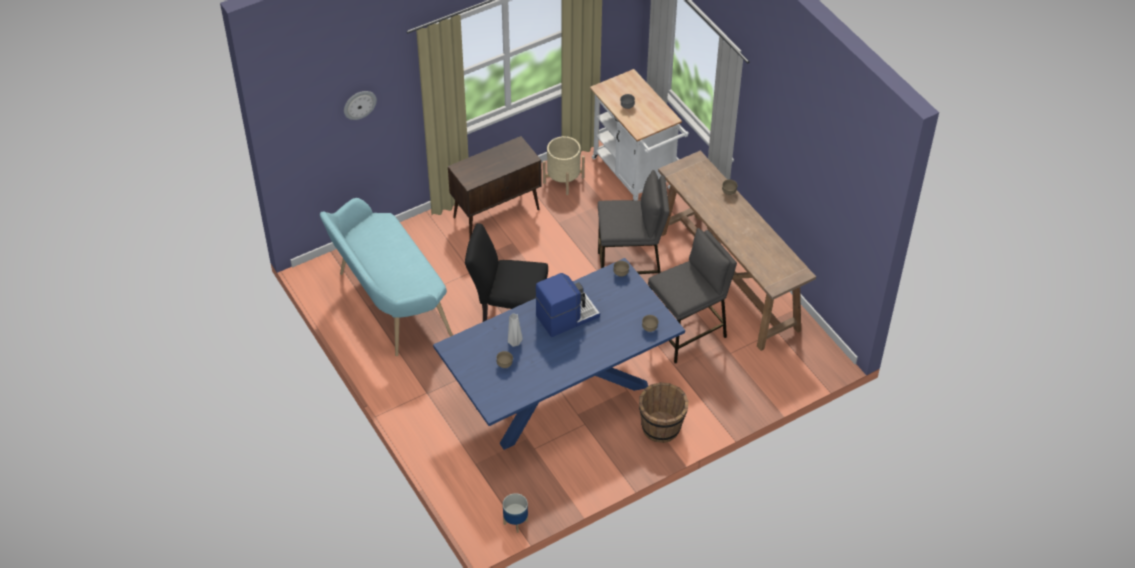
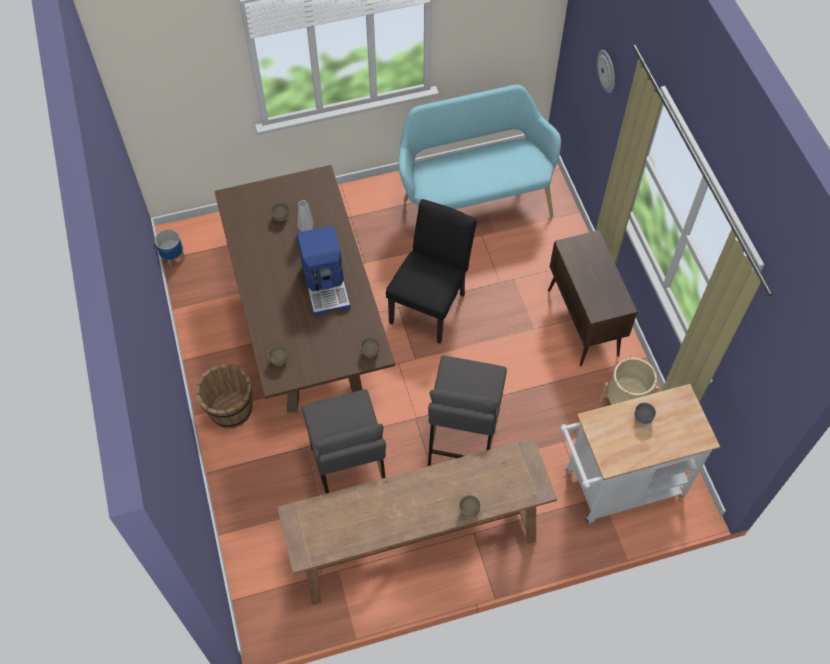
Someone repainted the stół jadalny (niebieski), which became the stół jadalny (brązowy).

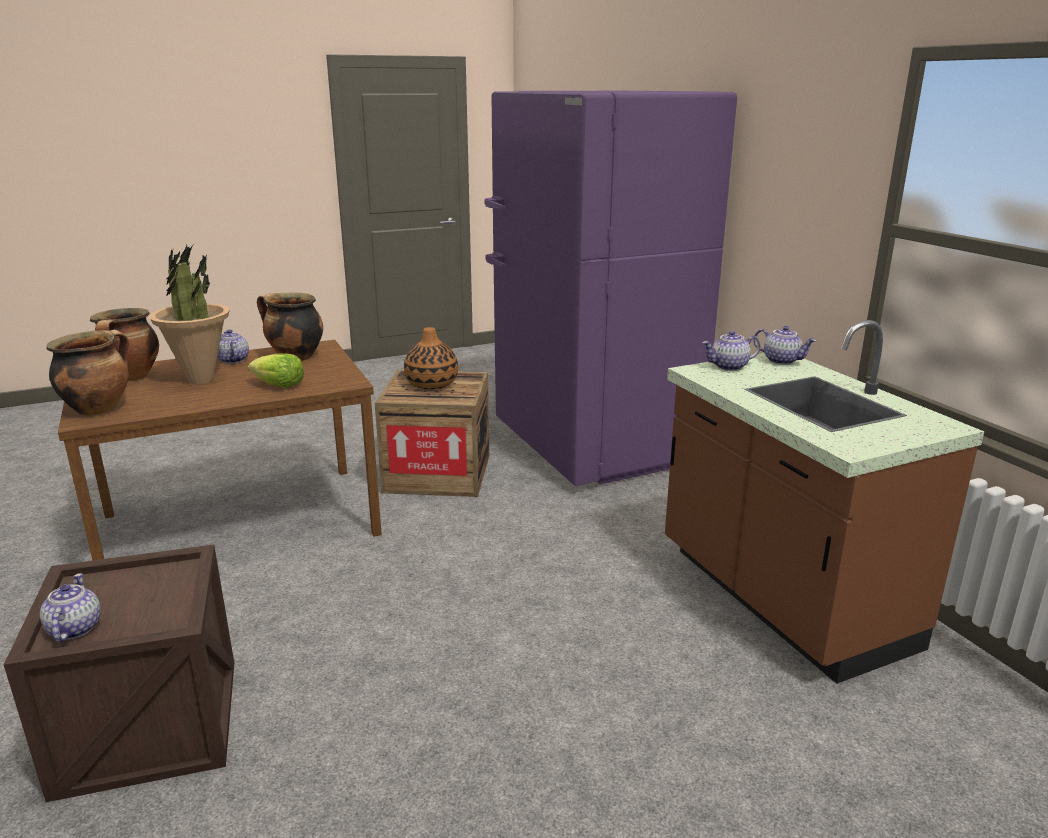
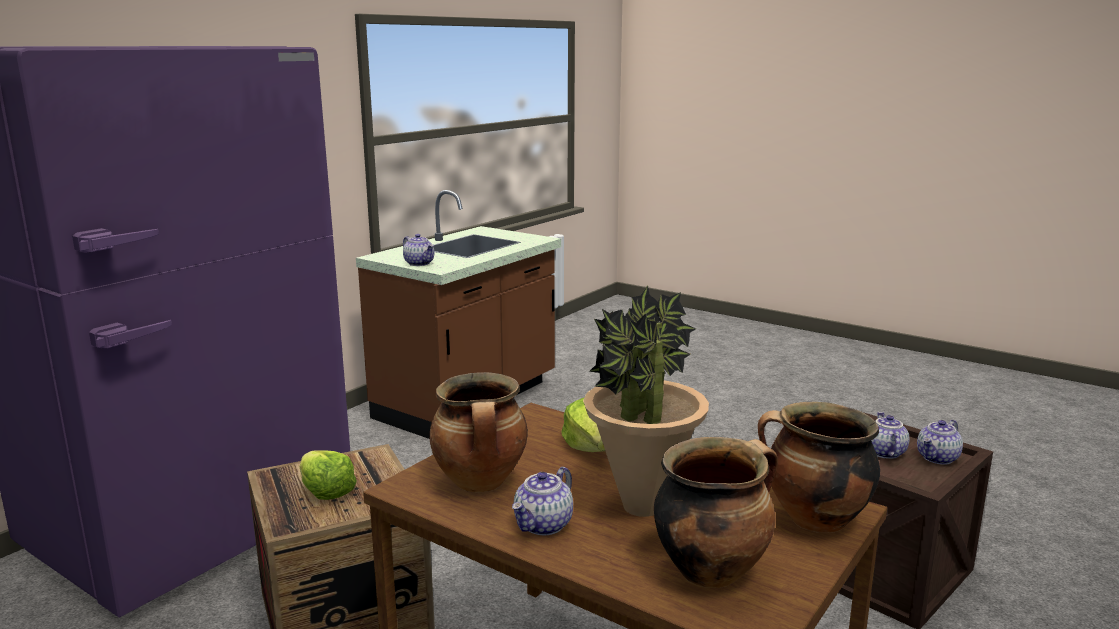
Someone carried the imbryk (no. 4 from left in the first image).
Someone swapped the wazon for the sałata (no. 1 from left).

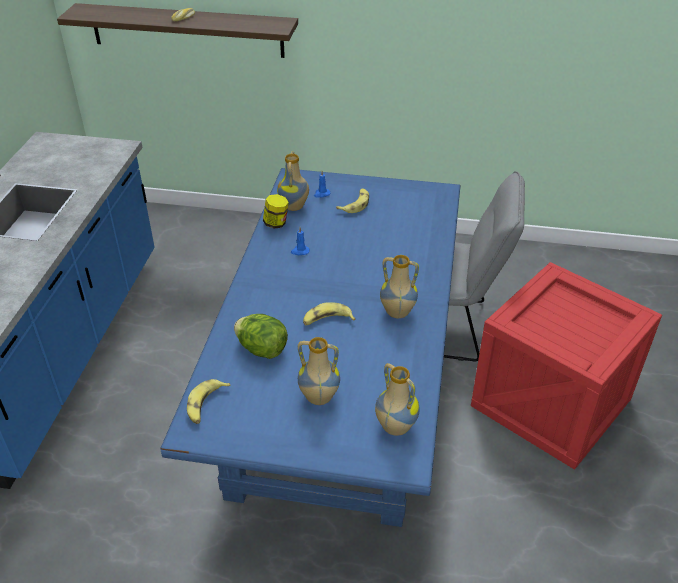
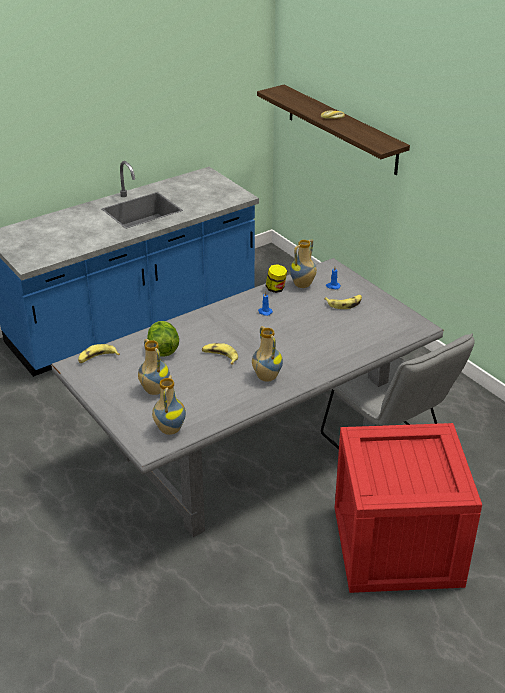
Someone repainted the stół jadalny (niebieski), which became the stół jadalny (szary).

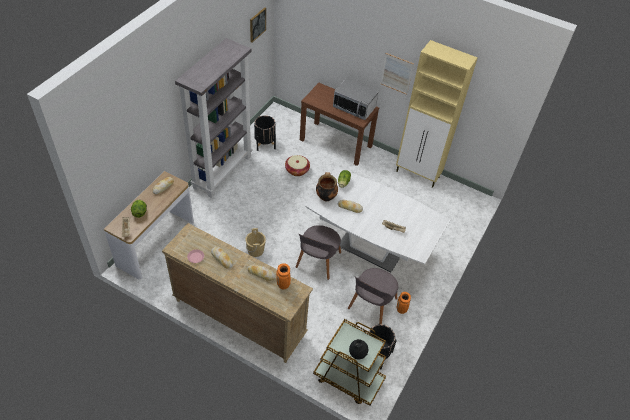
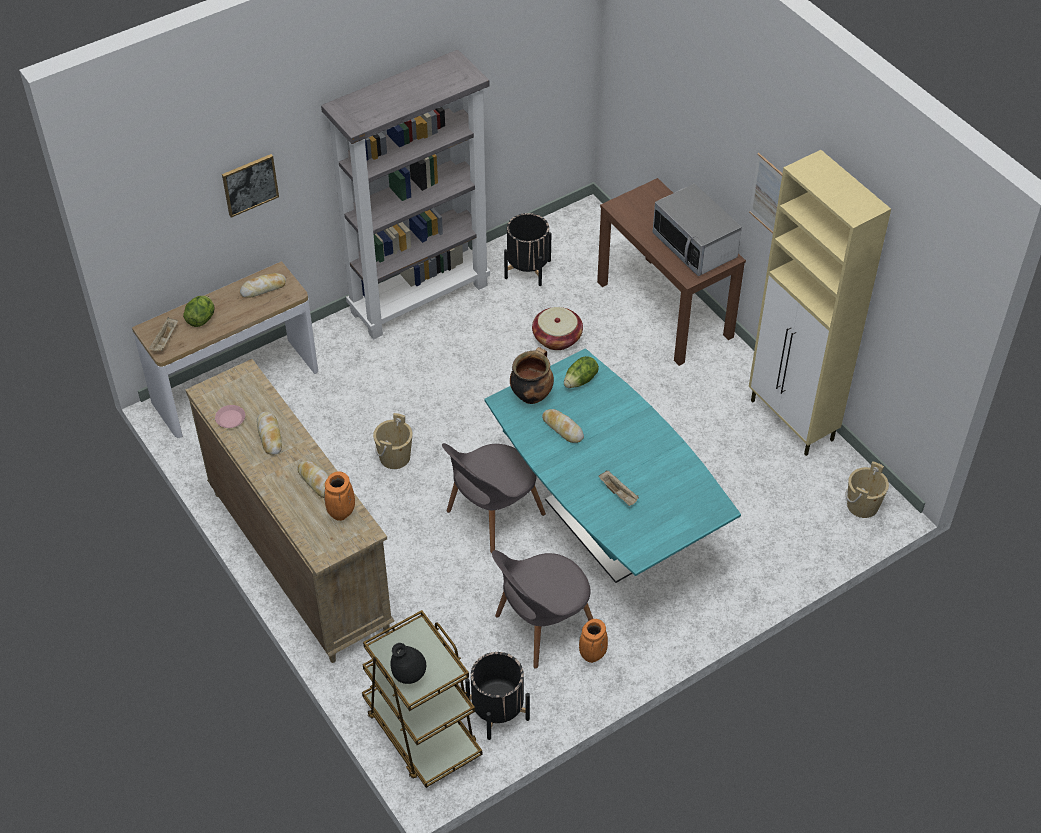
Someone carried the obraz (no. 1 from left).
Someone repainted the stół jadalny (biały), which became the stół jadalny (turkusowy).
Someone put down the wiadro (beżowy) (no. 2 from left).

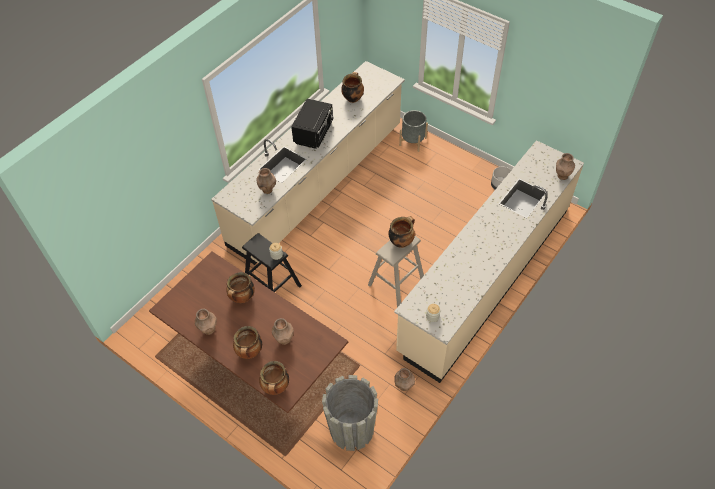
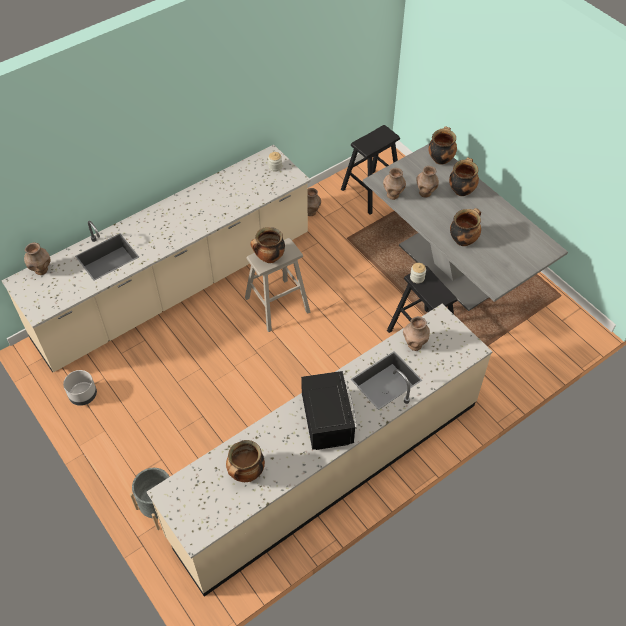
Someone rotated the mikrofalówka (czarny) by 135 degrees clockwise.
Someone repainted the stół jadalny (brązowy), which became the stół jadalny (szary).
Someone carried the wazon (brązowy) (no. 1 from left in the first image).
Someone swapped the donica (szary) (no. 1 from left) for the stołek (czarny) (no. 1 from left).

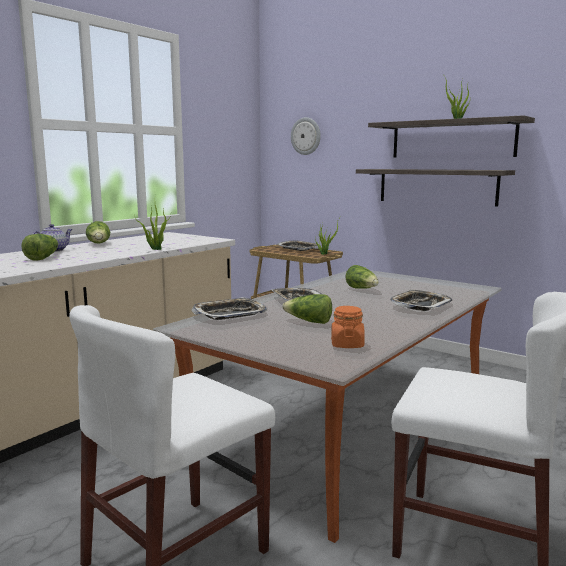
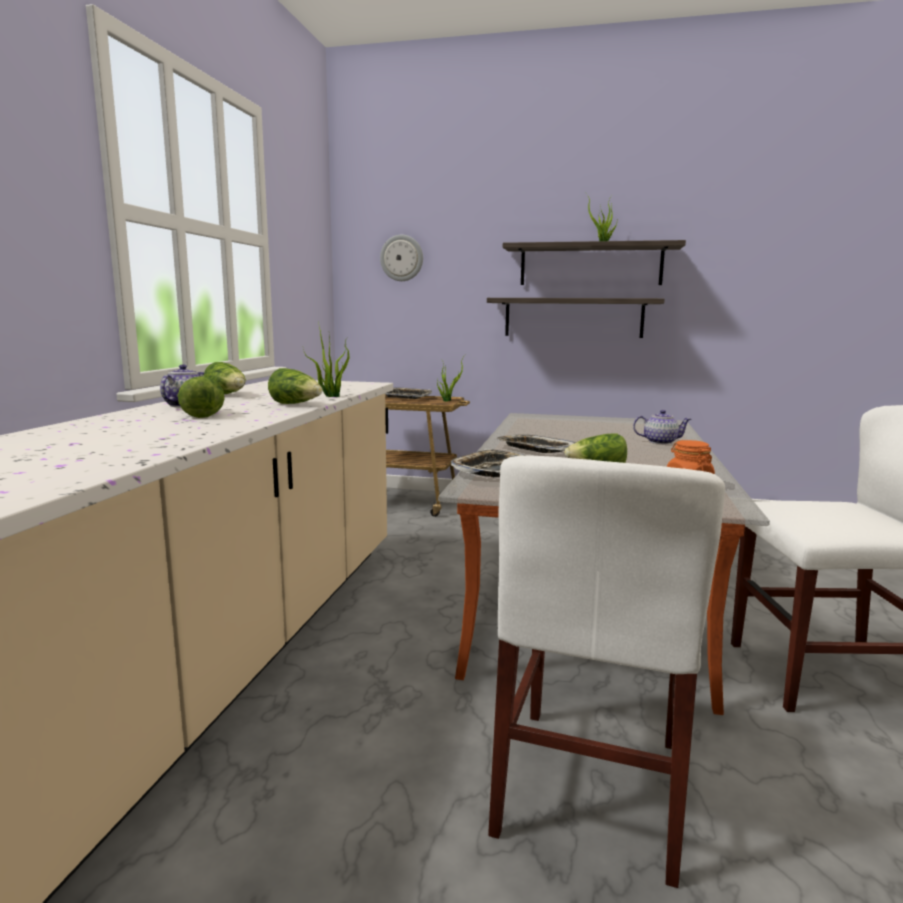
Someone carried the sałata (no. 4 from left in the first image).
Someone swapped the taca (no. 4 from left) for the imbryk (no. 2 from left).

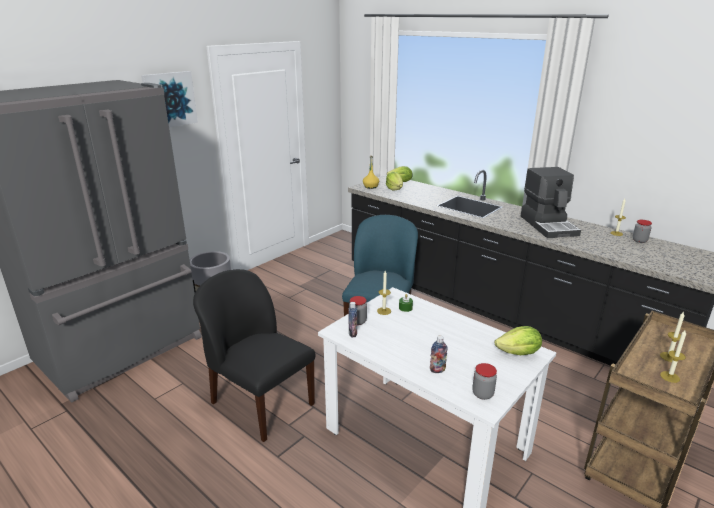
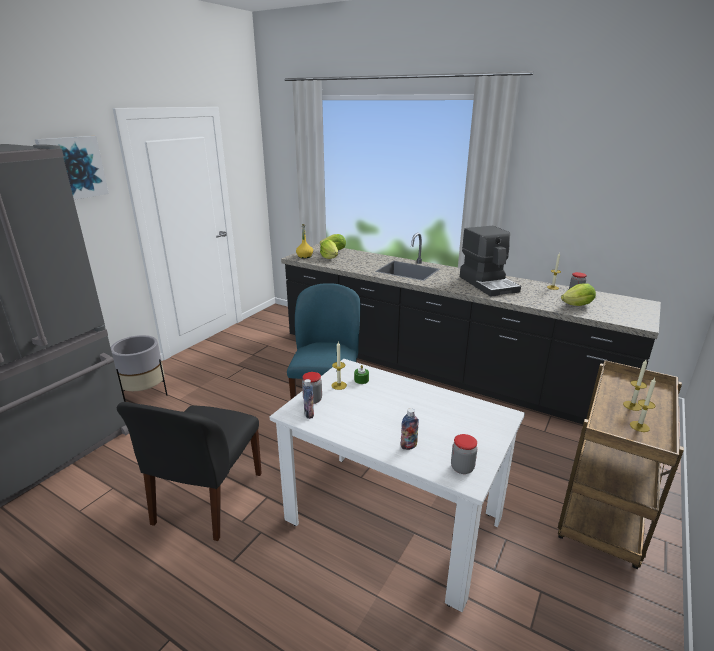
Someone rotated the krzesło (czarny) by 105 degrees counterclockwise.
Someone carried the sałata (no. 3 from left).

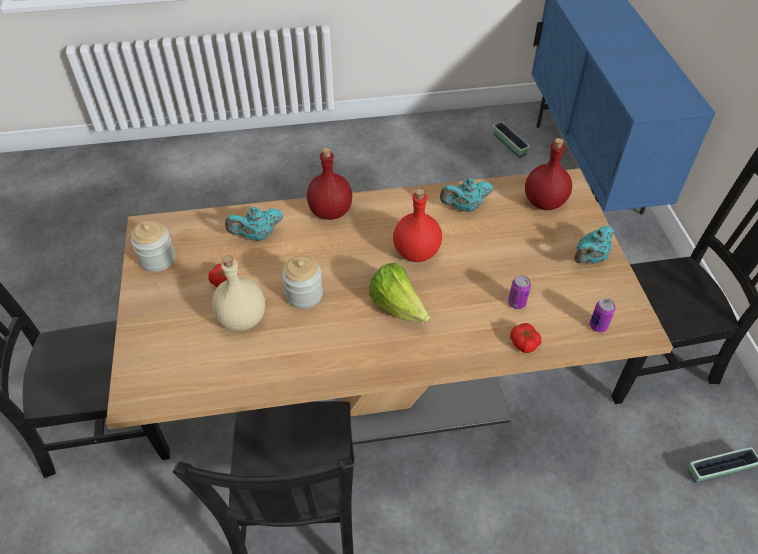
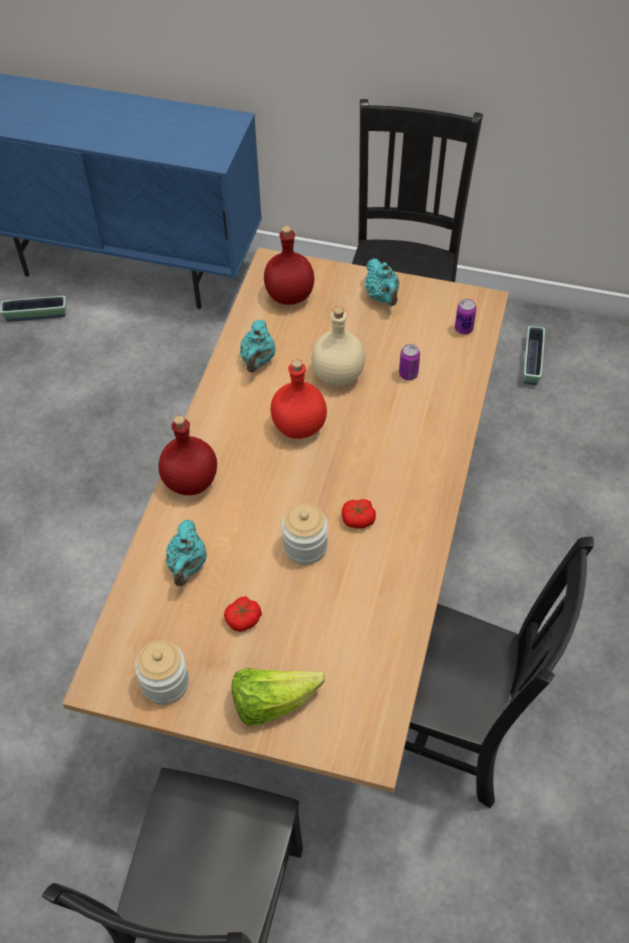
Someone carried the butelka (beżowy).
Someone carried the sałata.
Someone carried the pomidor (no. 2 from left).

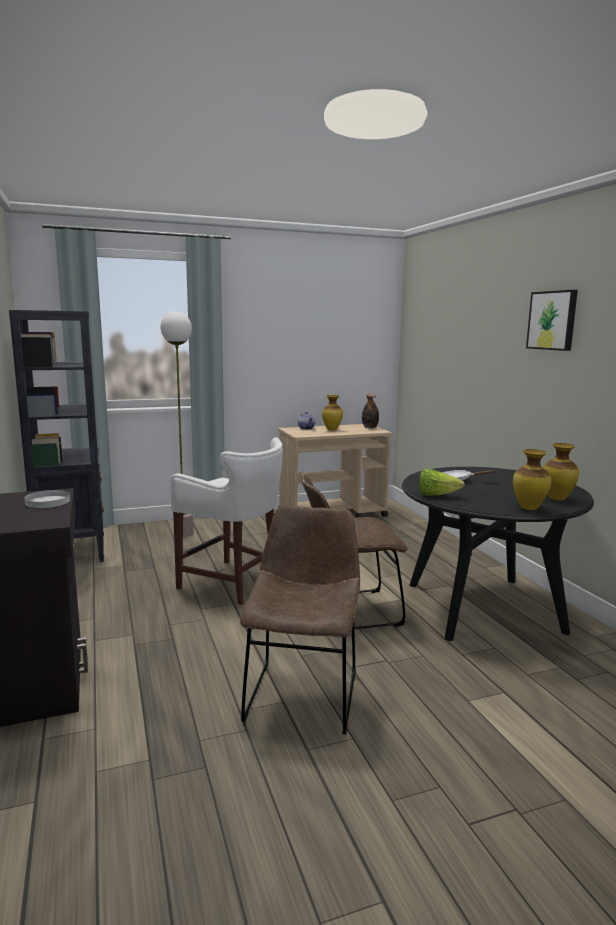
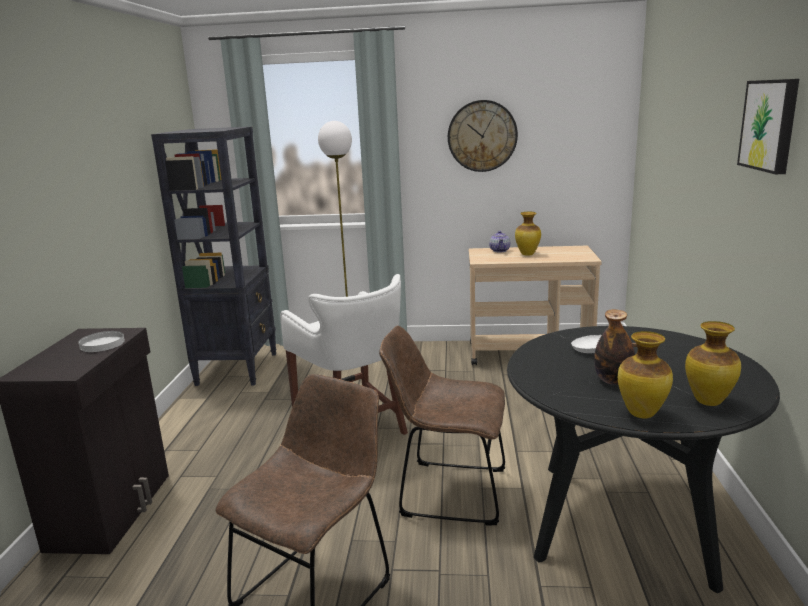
Someone carried the butelka.
Someone took away the sałata.
Someone put up the zegar ścienny.

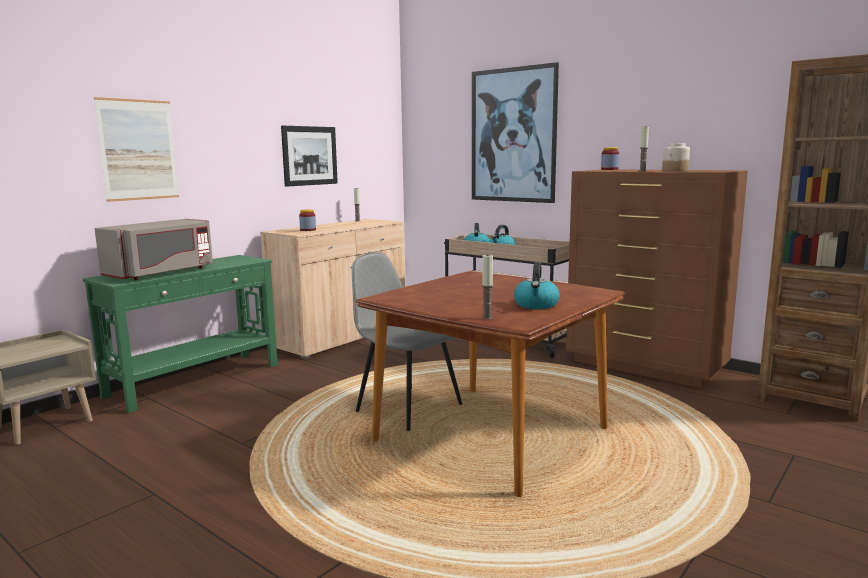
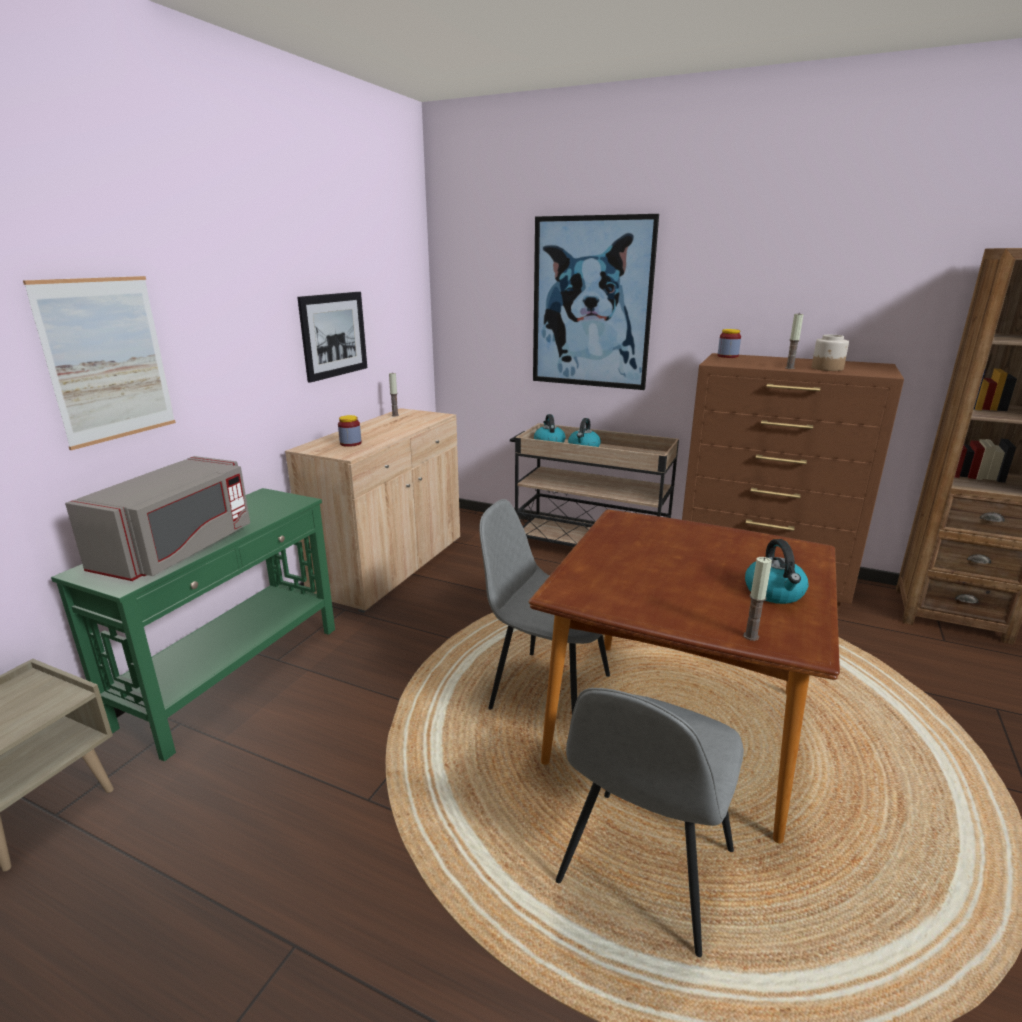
Someone put down the krzesło (szary) (no. 2 from left).

